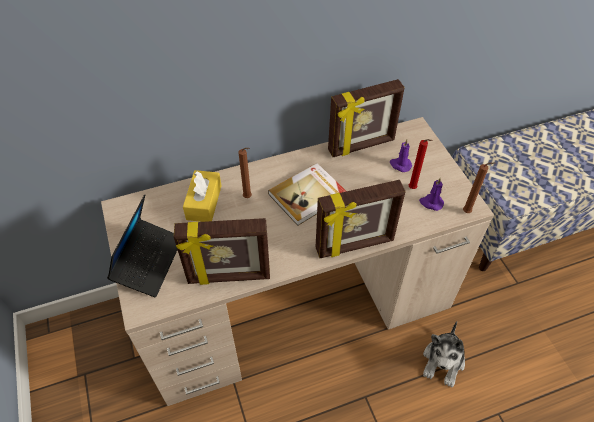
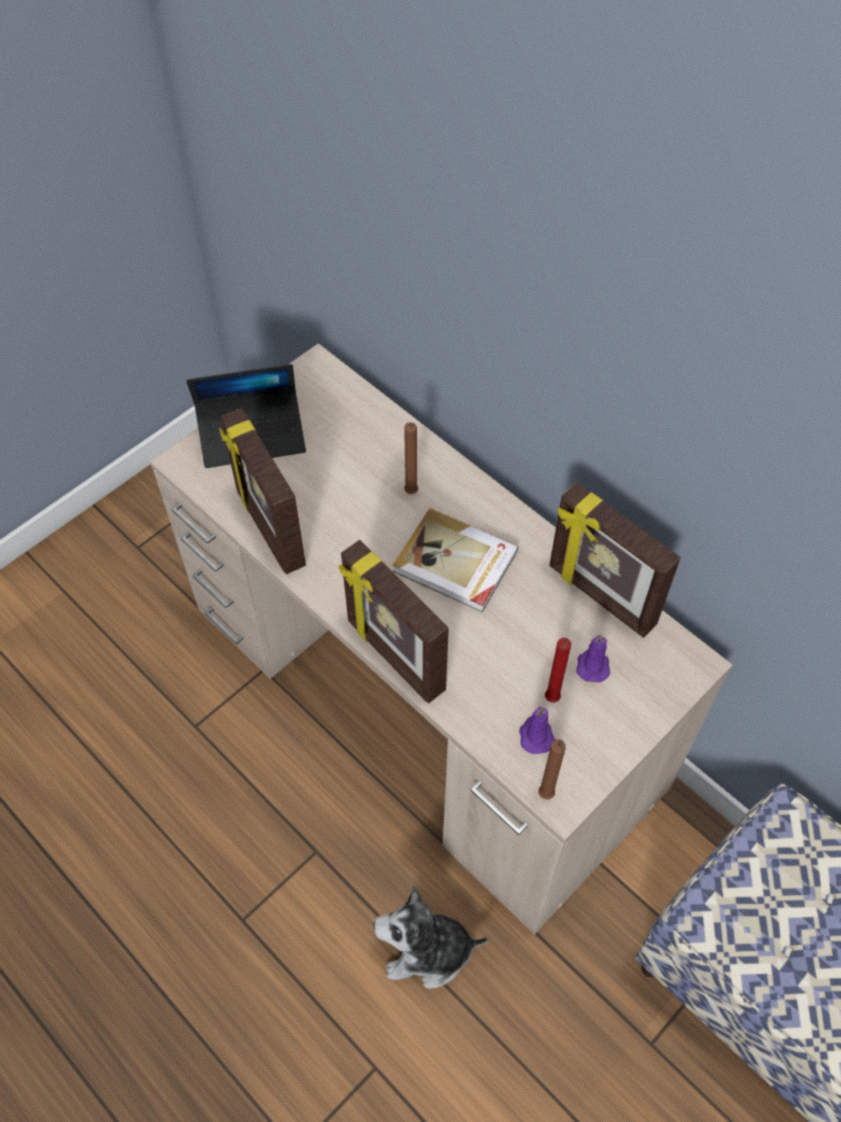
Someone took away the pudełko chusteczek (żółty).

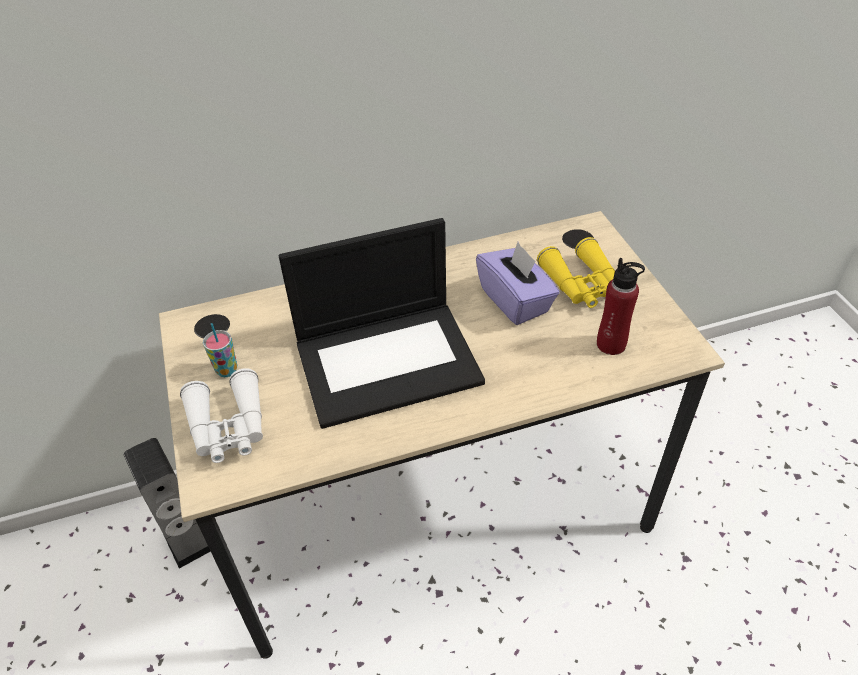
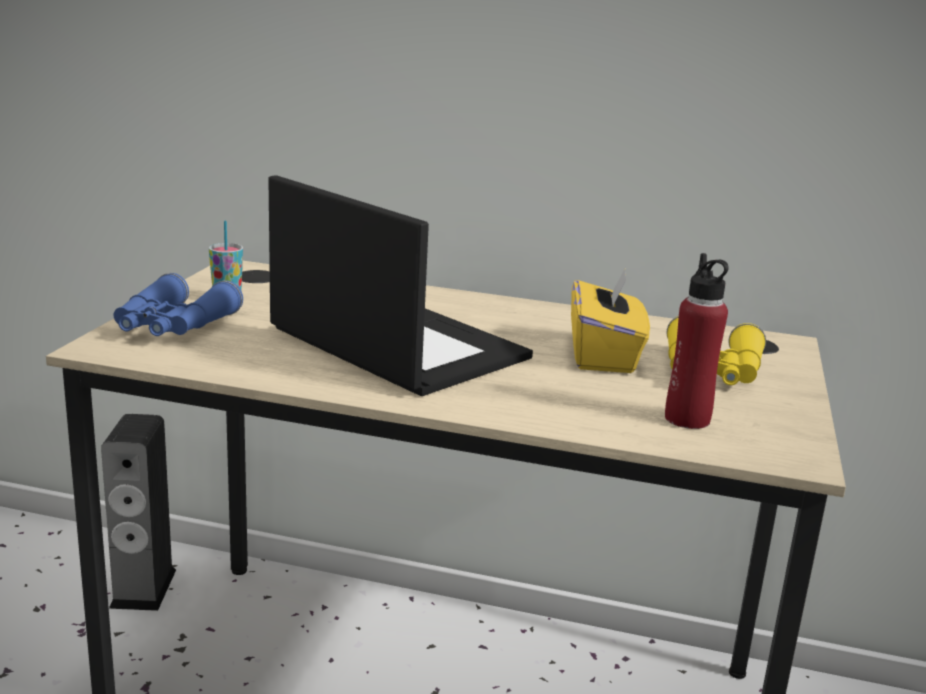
Someone rotated the laptop by 150 degrees counterclockwise.
Someone repainted the pudełko chusteczek (fioletowy), which became the pudełko chusteczek (żółty).
Someone repainted the lornetka (biały), which became the lornetka (niebieski).

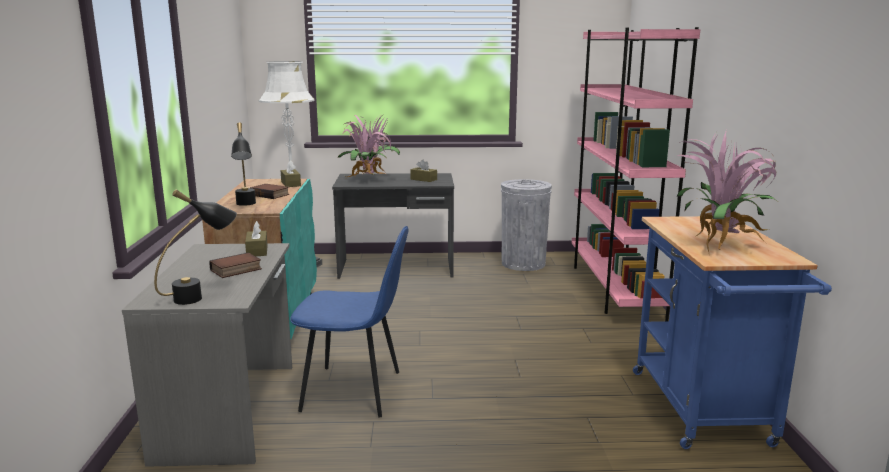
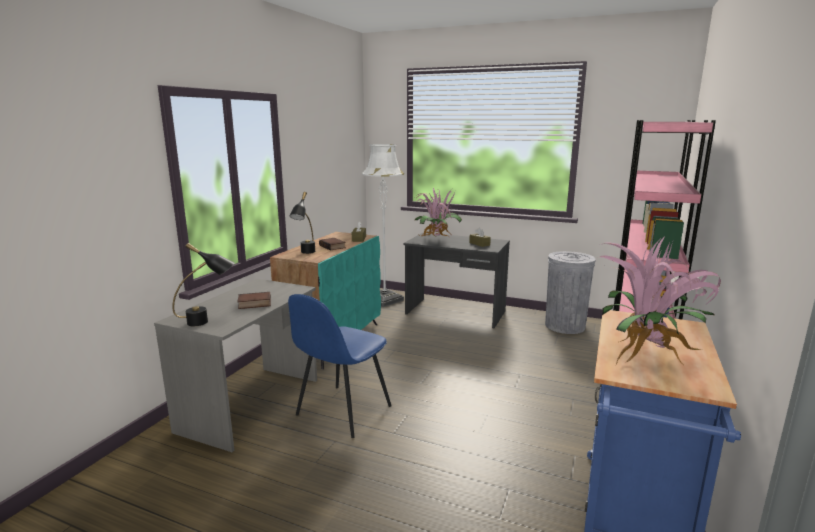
Someone took away the pudełko chusteczek (brązowy) (no. 1 from left).
Someone rotated the krzesło (niebieski) by 90 degrees clockwise.

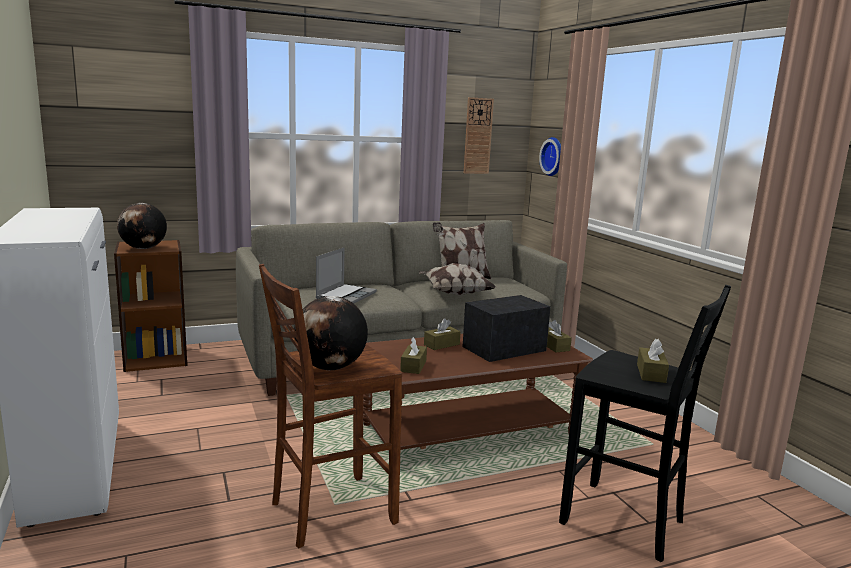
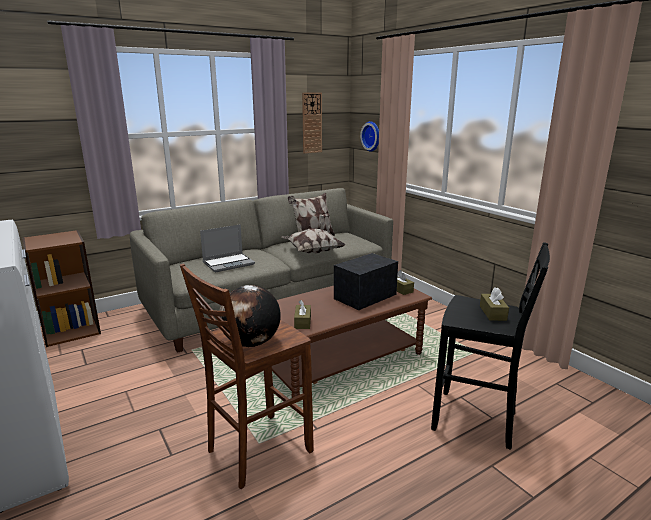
Someone took away the globus (no. 1 from left).
Someone rotated the laptop by 45 degrees clockwise.
Someone took away the pudełko chusteczek (brązowy) (no. 2 from left).

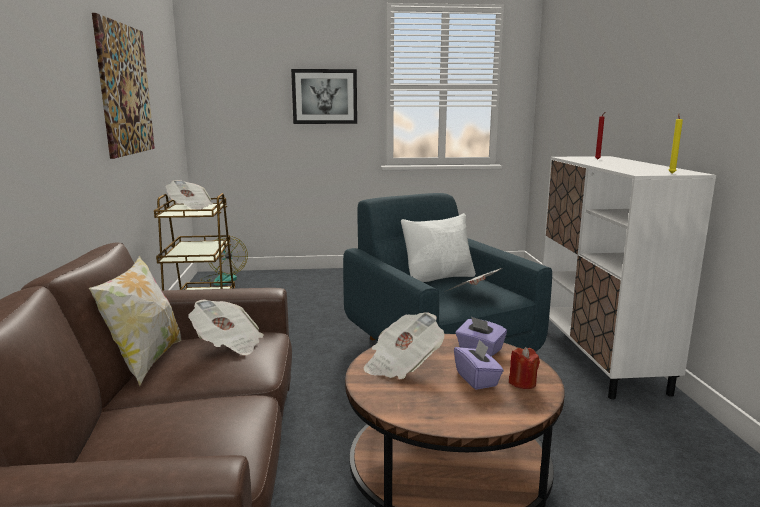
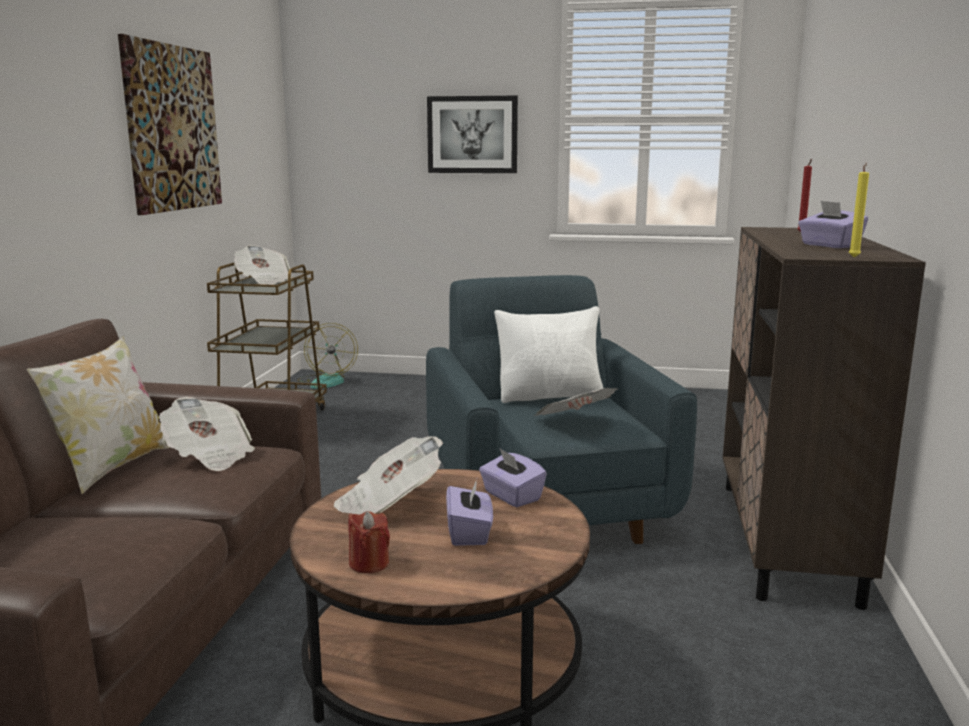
Someone repainted the szafka (biały), which became the szafka (brązowy).
Someone carried the świeca (czerwony) (no. 1 from left).
Someone put down the pudełko chusteczek (fioletowy) (no. 3 from left).

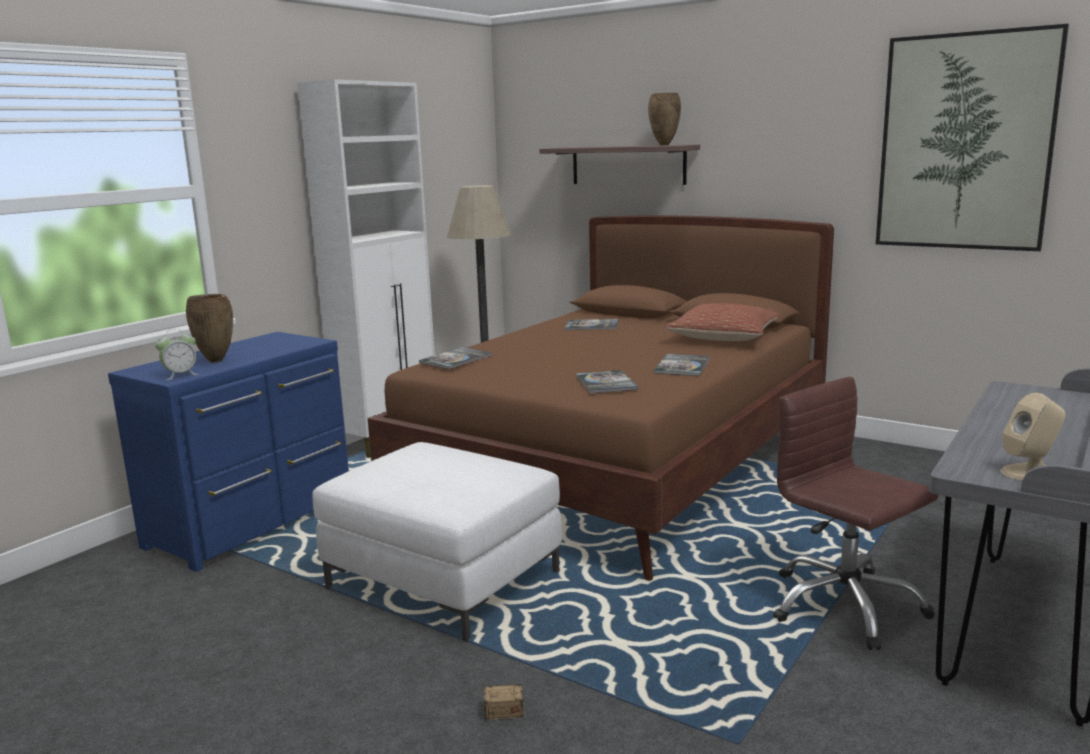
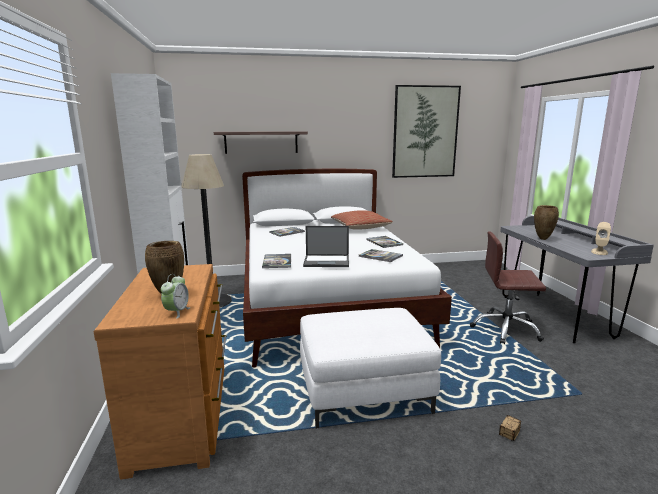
Someone carried the wazon (brązowy) (no. 2 from left).
Someone repainted the łóżko (brązowy), which became the łóżko (biały).
Someone repainted the komoda (niebieski), which became the komoda (brązowy).
Someone put down the laptop.

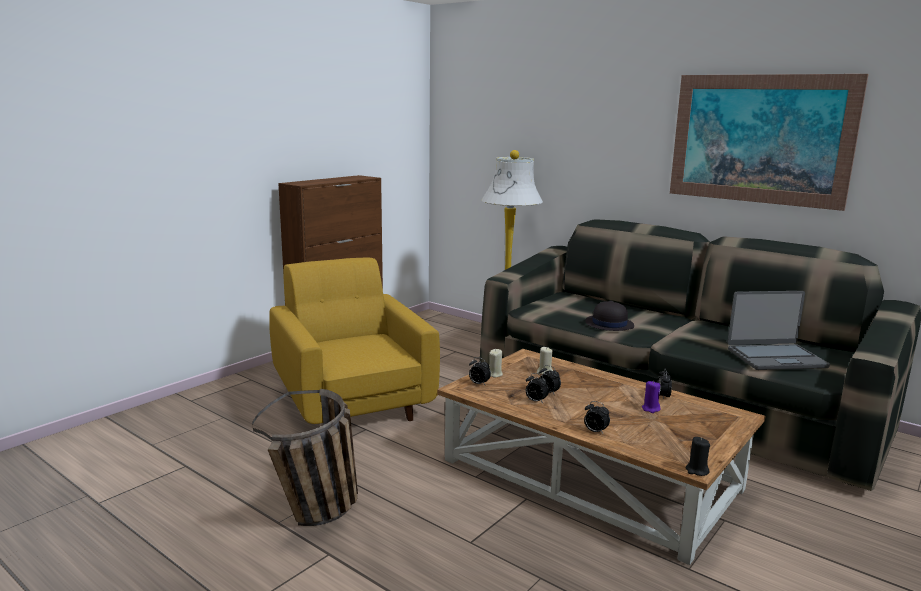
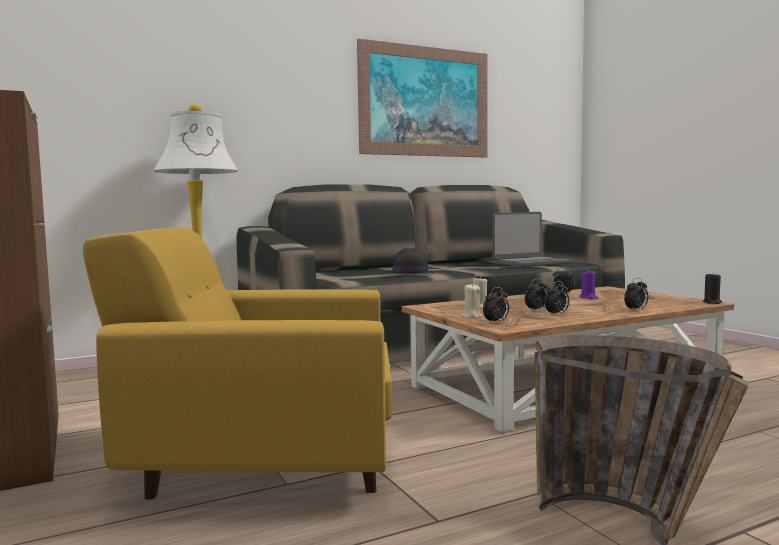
Someone rotated the laptop by 45 degrees clockwise.

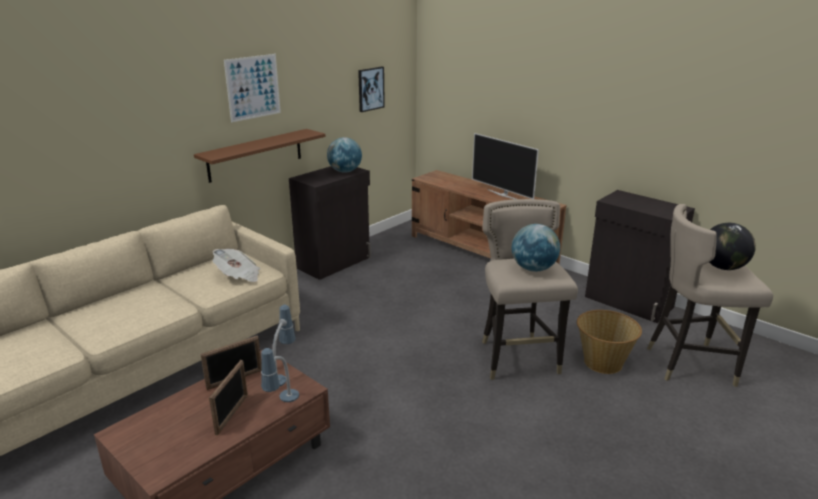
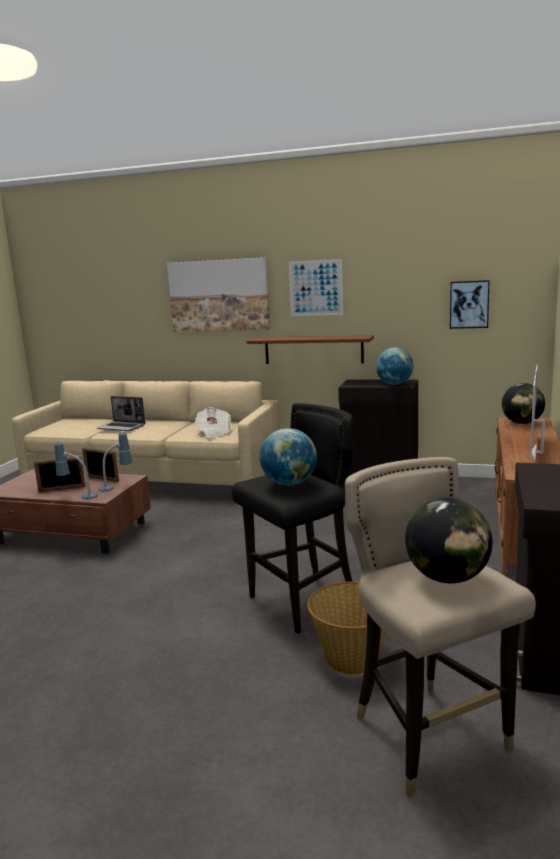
Someone repainted the stołek (beżowy) (no. 1 from left), which became the stołek (czarny).
Someone put up the obraz (no. 1 from left).
Someone put down the globus (no. 4 from left).
Someone put down the laptop.

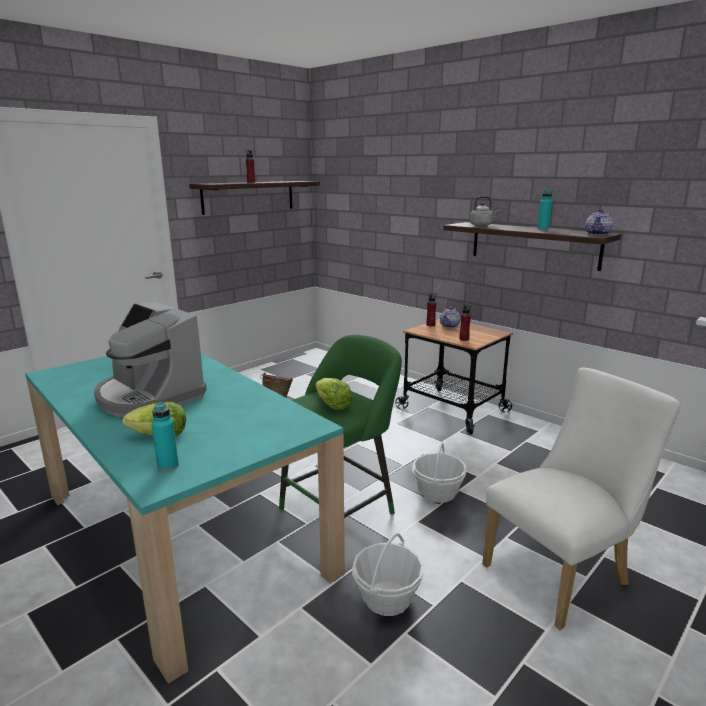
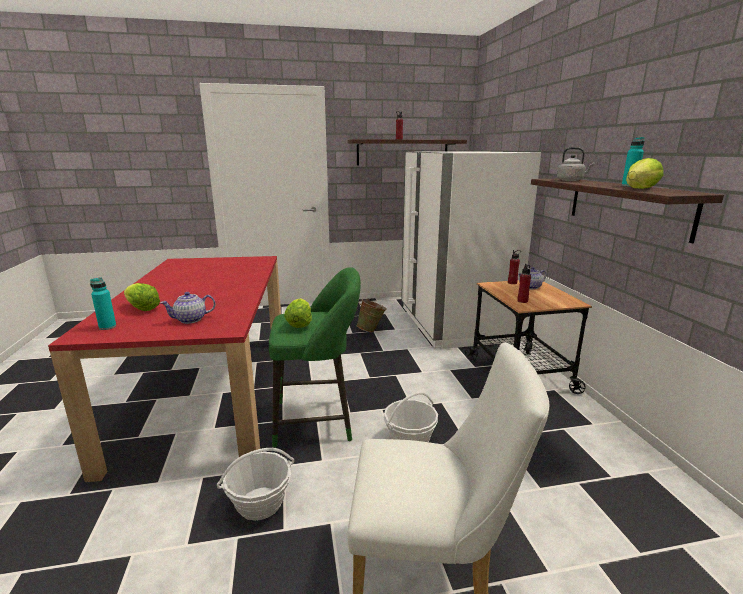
Someone carried the imbryk (no. 2 from left in the first image).
Someone took away the ekspres do kawy.
Someone repainted the stół jadalny (turkusowy), which became the stół jadalny (czerwony).
Someone put down the lodówka (biały).
Someone put down the sałata (no. 3 from left).

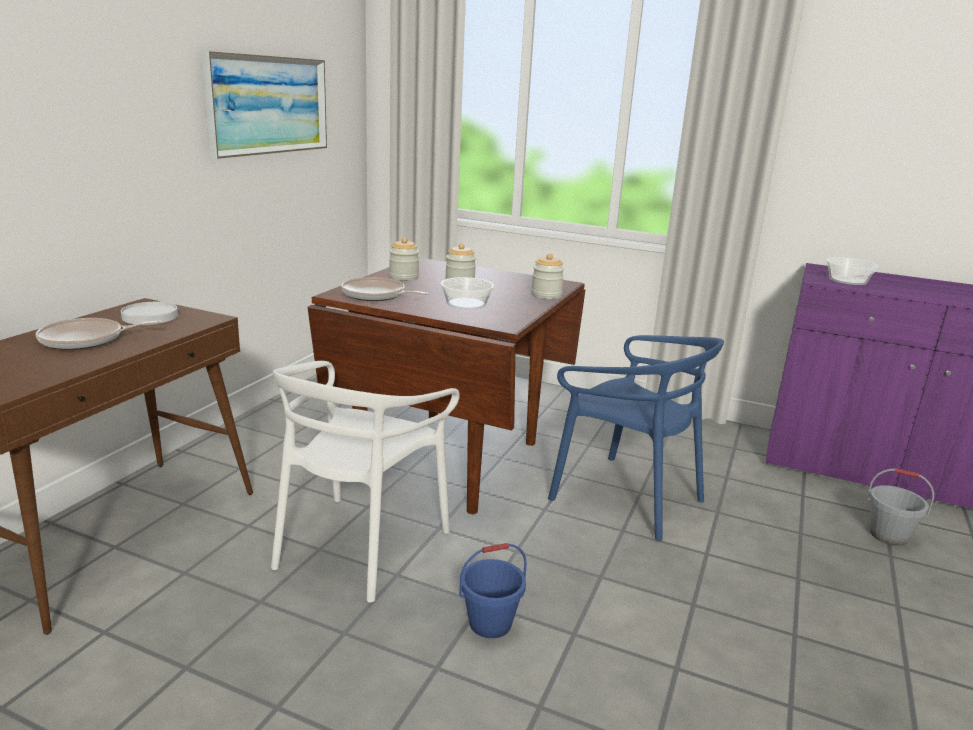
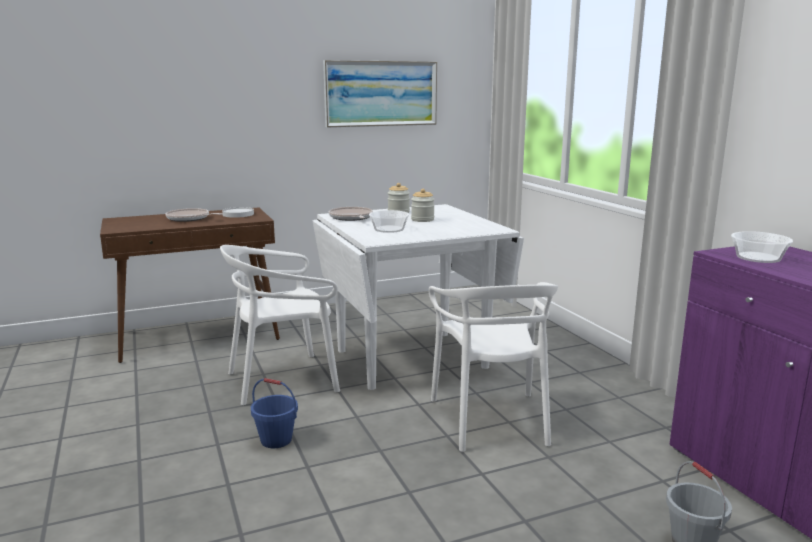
Someone took away the słoik (no. 3 from left).
Someone repainted the stół jadalny (brązowy), which became the stół jadalny (biały).
Someone repainted the krzesło (niebieski), which became the krzesło (biały) (no. 2 from left).

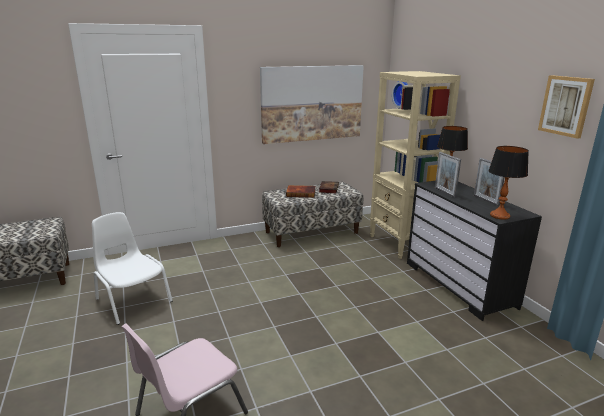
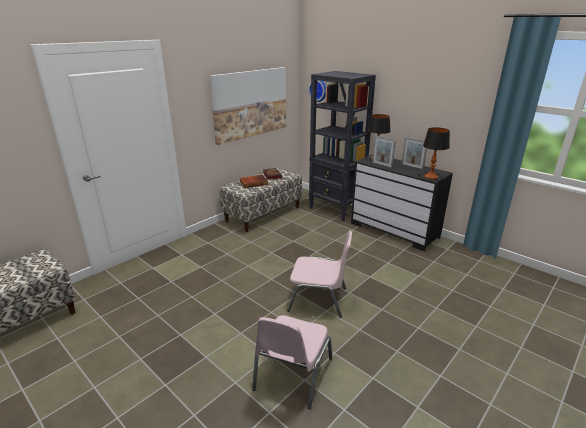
Someone repainted the regał (beżowy), which became the regał (czarny).
Someone took away the obraz (no. 2 from left).
Someone took away the krzesło (biały).
Someone put down the krzesło (różowy) (no. 2 from left).

